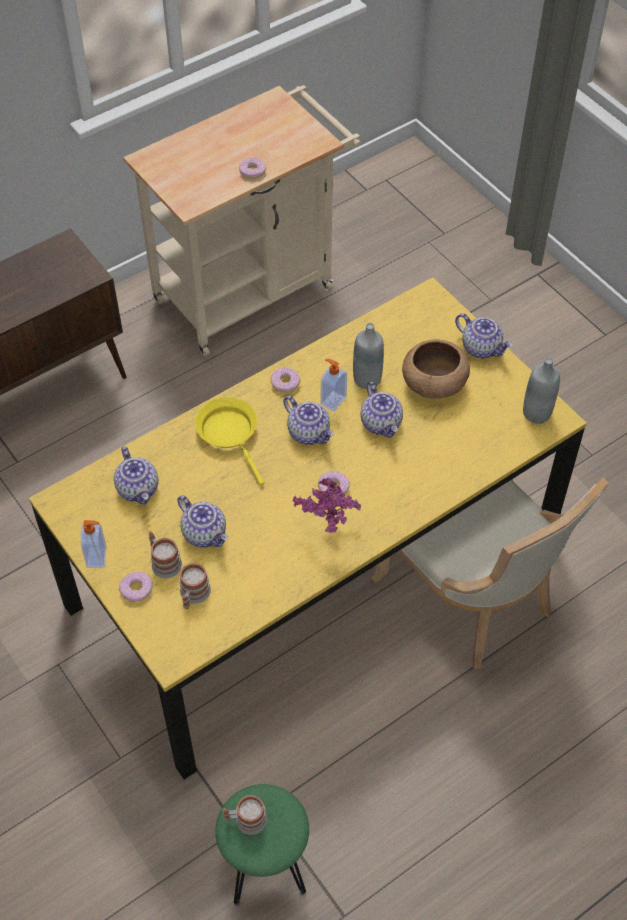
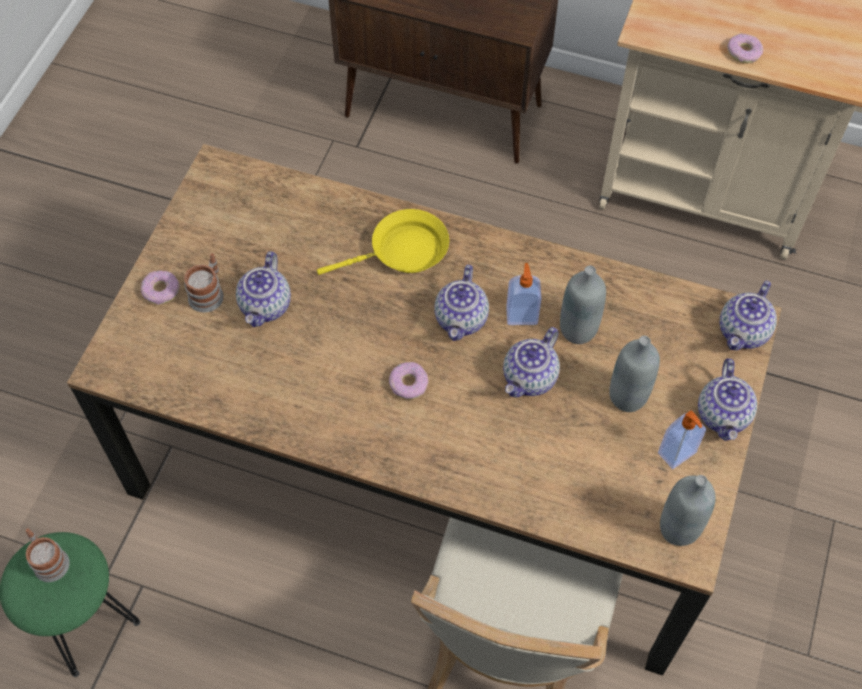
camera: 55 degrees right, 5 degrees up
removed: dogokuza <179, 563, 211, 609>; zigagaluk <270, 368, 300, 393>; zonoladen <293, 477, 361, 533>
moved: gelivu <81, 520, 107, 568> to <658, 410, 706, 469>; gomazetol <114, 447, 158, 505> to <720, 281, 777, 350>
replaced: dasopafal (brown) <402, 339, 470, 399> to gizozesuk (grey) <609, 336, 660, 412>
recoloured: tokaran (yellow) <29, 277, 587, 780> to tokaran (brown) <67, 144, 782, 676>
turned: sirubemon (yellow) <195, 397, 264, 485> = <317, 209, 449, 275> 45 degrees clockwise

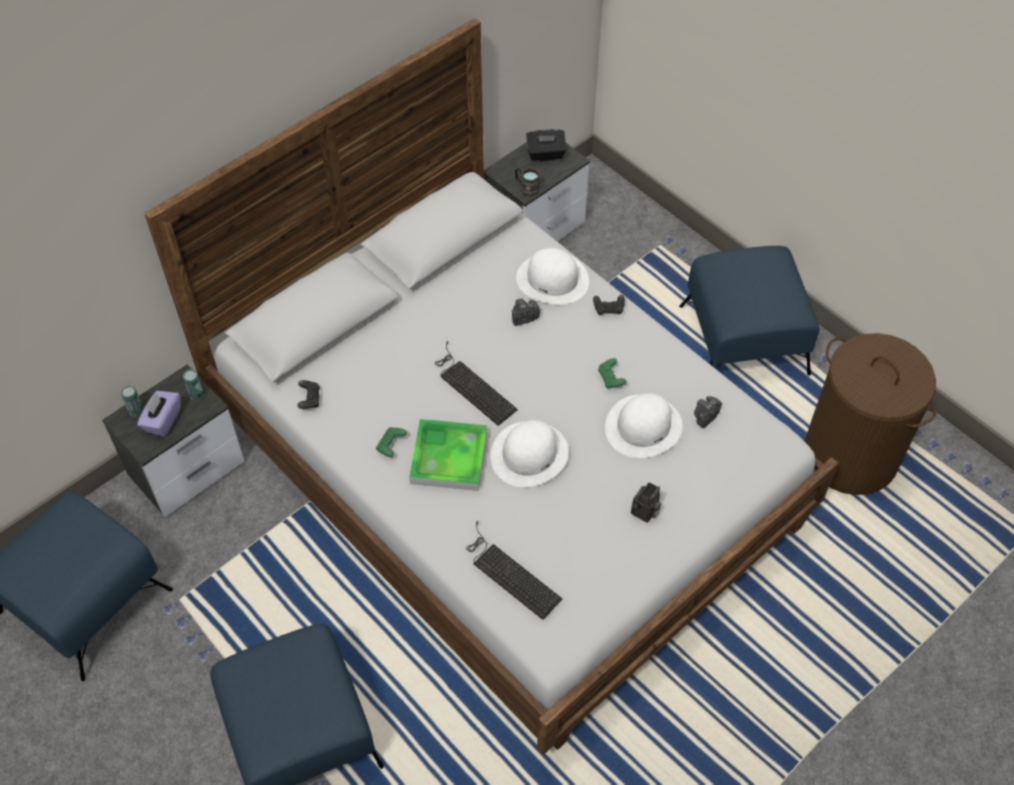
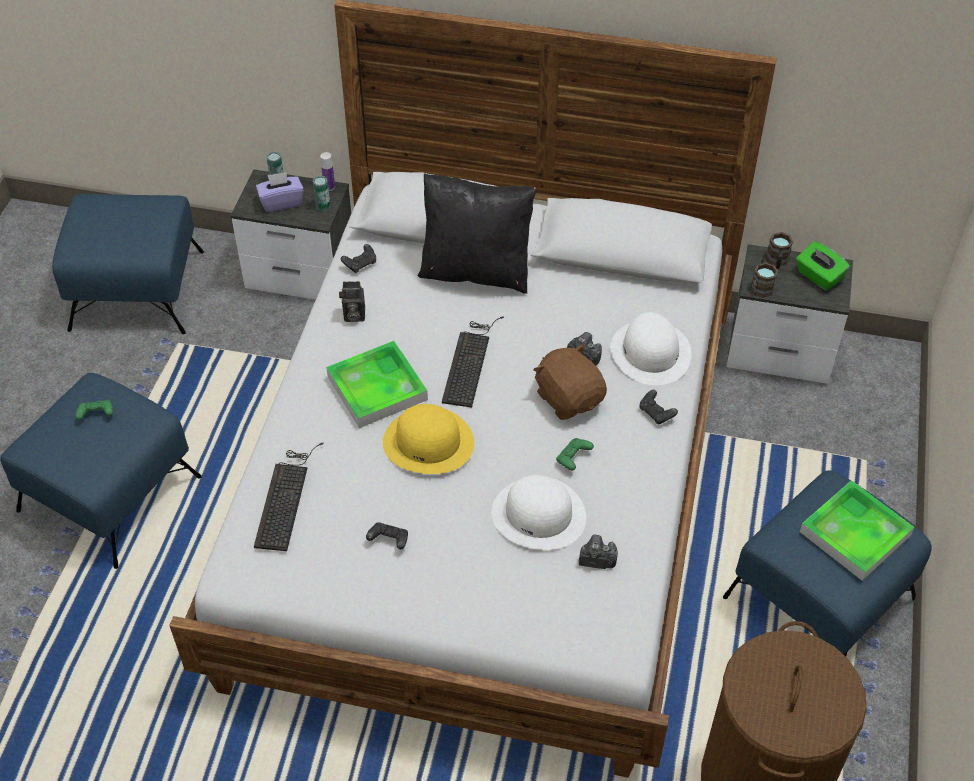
camera: 55 degrees right, 5 degrees down
added: gizozesuk <320, 152, 335, 191>; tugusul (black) <366, 522, 408, 549>; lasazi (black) <418, 173, 537, 294>; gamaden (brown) <534, 344, 607, 420>; dogokuza (brown) <766, 232, 793, 269>; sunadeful <800, 480, 914, 581>
moved: tugusul (green) <376, 427, 407, 457> to <76, 400, 113, 420>; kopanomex <631, 482, 661, 523> to <339, 281, 365, 322>
recoloured: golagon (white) <490, 420, 569, 487> to golagon (yellow) <383, 404, 474, 474>; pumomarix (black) <526, 129, 566, 161> to pumomarix (green) <796, 241, 850, 291>

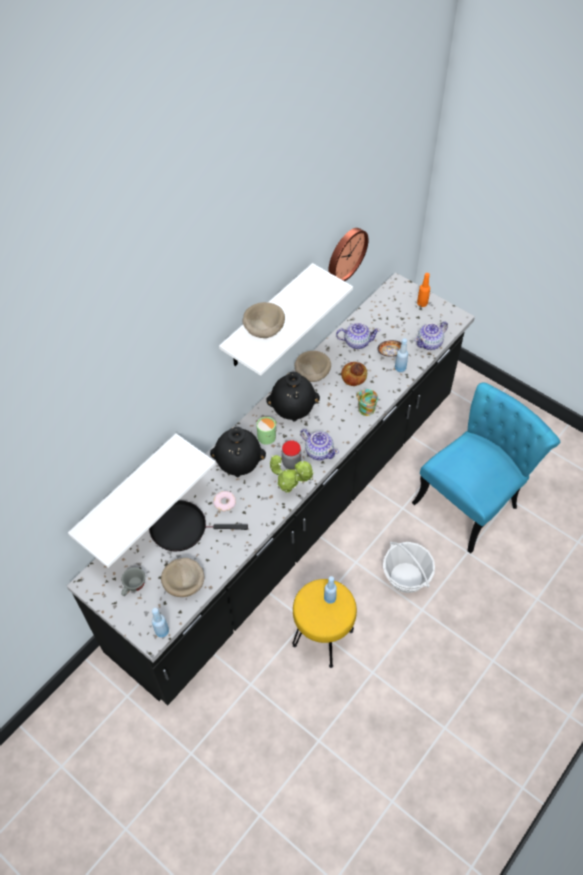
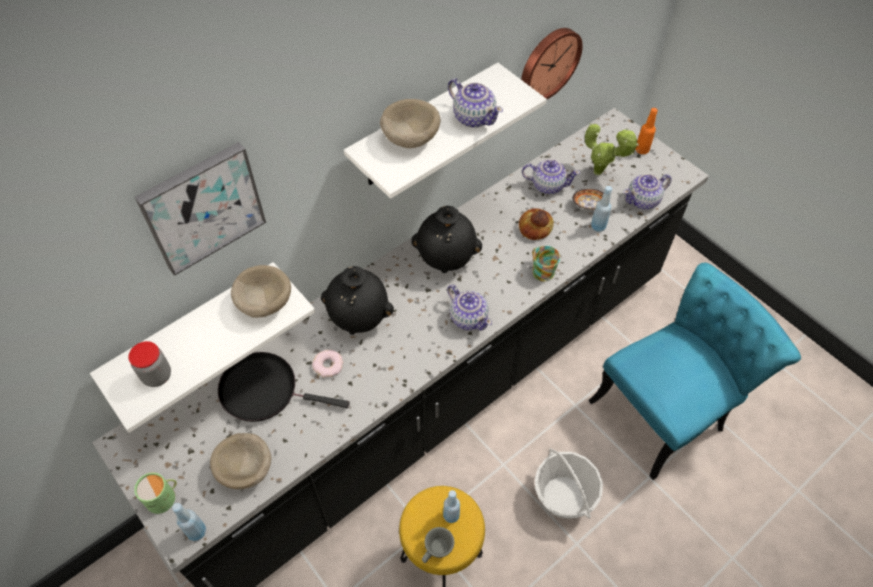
camera: 10 degrees right, 0 degrees up
added: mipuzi <135, 142, 266, 276>; gomazetol <448, 78, 503, 128>
moved: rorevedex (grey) <121, 567, 145, 596> to <422, 527, 454, 563>; dogokuza (green) <257, 417, 277, 445> to <134, 472, 177, 514>; zonoladen <270, 455, 314, 493> to <585, 123, 639, 175>; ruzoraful <282, 440, 301, 469> to <128, 341, 171, 387>; dasopafal (beige) <294, 351, 331, 382> to <231, 265, 291, 318>

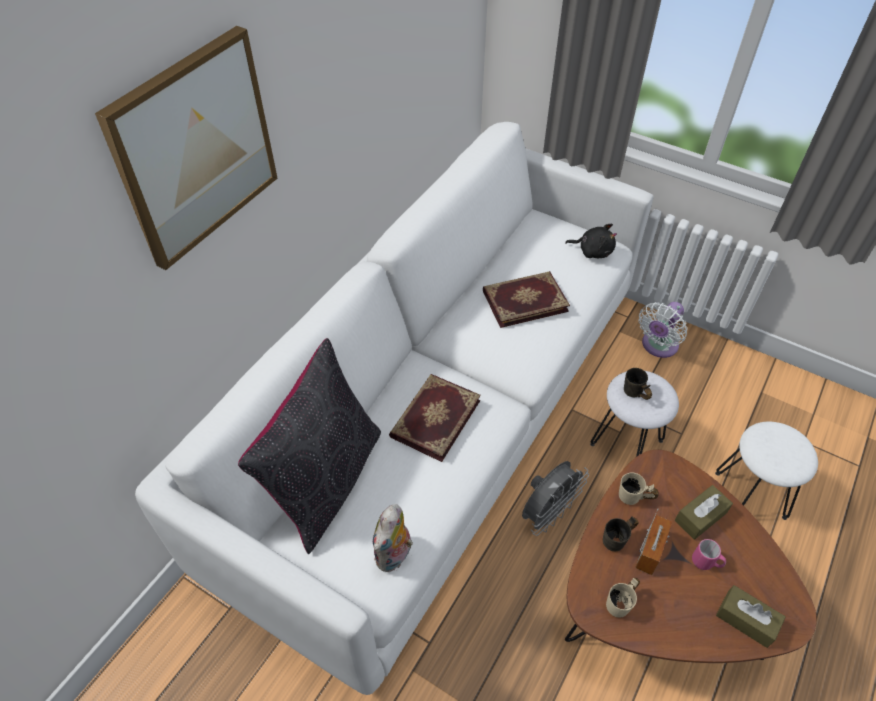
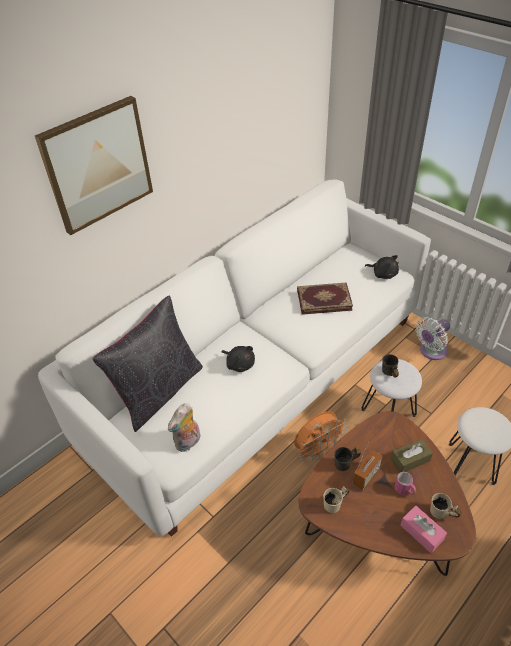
camera: 15 degrees right, 5 degrees down
moved: dogokuza (beige) <619, 473, 659, 505> to <430, 493, 461, 519>
replaced: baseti <389, 374, 481, 462> to gamaden (black) <221, 346, 255, 372>
recoloured: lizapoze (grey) <522, 461, 589, 536> to lizapoze (orange) <294, 411, 348, 461>; pumomarix (brown) <716, 585, 786, 648> to pumomarix (pink) <401, 505, 447, 553>

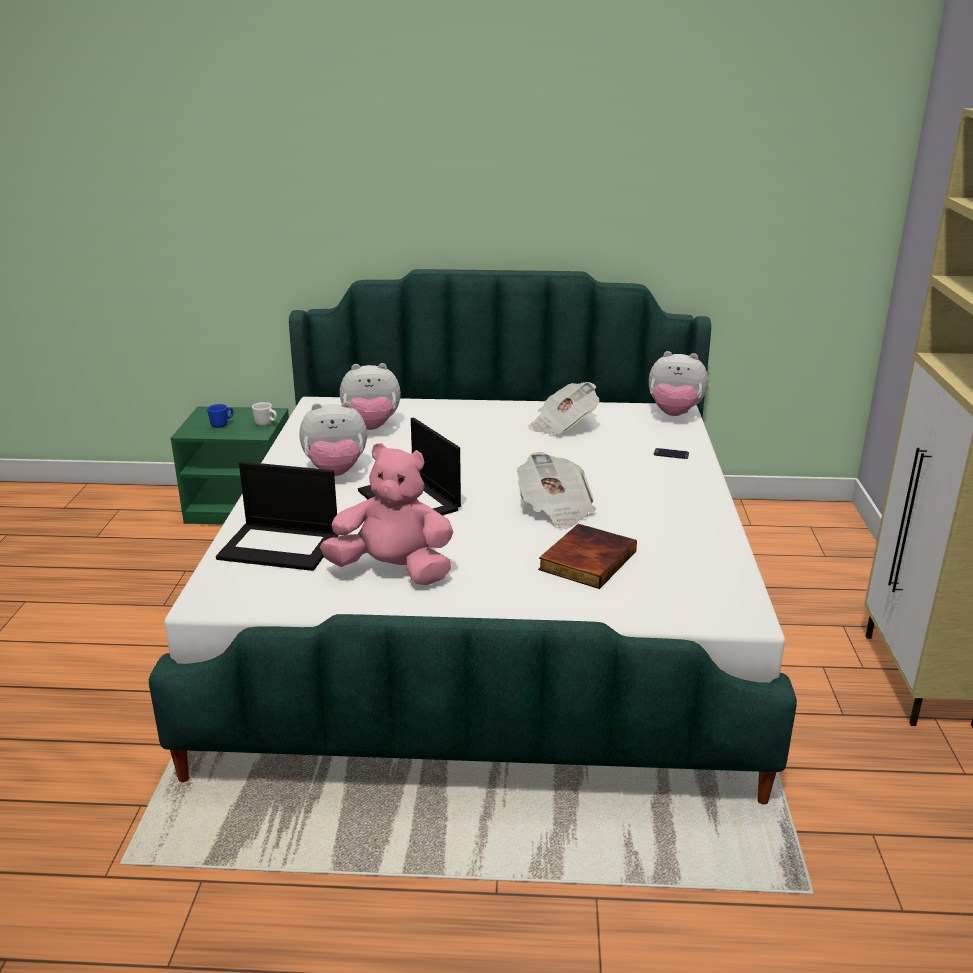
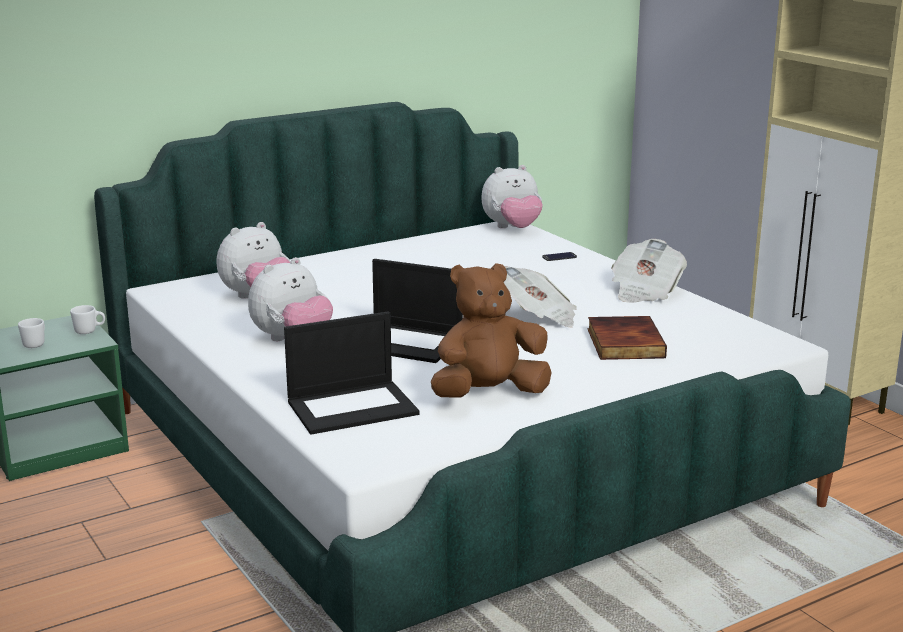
camera: 35 degrees left, 5 degrees down
moved: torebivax <528, 382, 599, 435> to <611, 239, 687, 303>
recoloured: dogokuza (blue) <207, 404, 234, 428> to dogokuza (white) <18, 318, 45, 348>; gamaden (pink) <320, 443, 453, 585> to gamaden (brown) <431, 263, 552, 397>

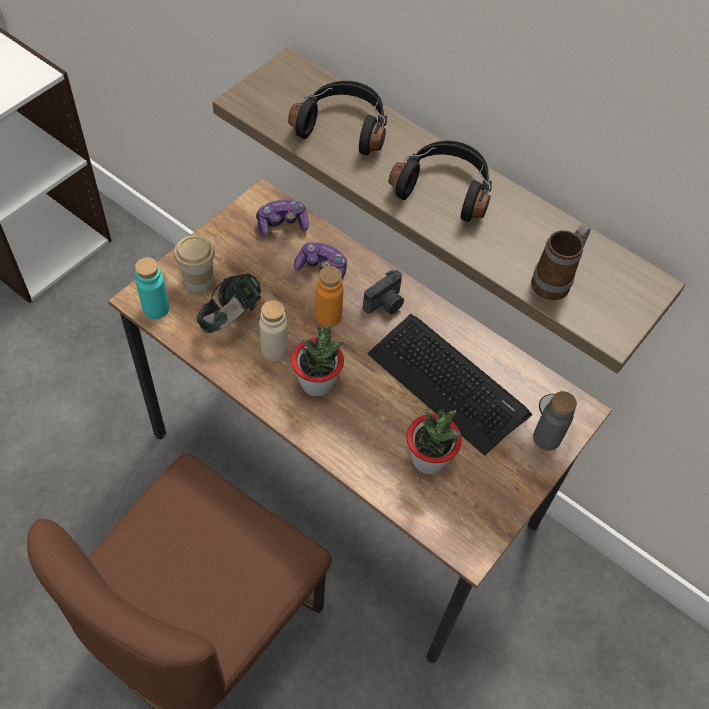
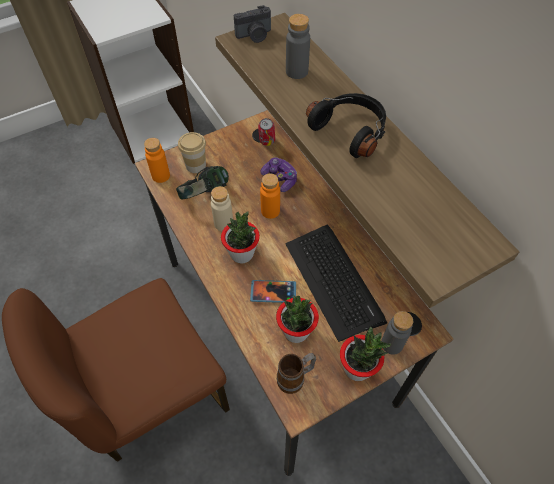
camera: 25 degrees right, 0 degrees up
added: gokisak <250, 280, 296, 303>; zonoladen <340, 327, 391, 381>
moved: kopanomex <363, 270, 404, 314> to <234, 5, 271, 43>; dogokuza <531, 223, 591, 300> to <277, 353, 316, 394>
replaced: tugusul <258, 200, 309, 237> to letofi <258, 118, 275, 146>; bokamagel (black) <288, 81, 387, 156> to gizozesuk (grey) <286, 14, 310, 79>
recoloured: gizozesuk (turquoise) <135, 257, 169, 319> to gizozesuk (orange) <144, 138, 170, 183>

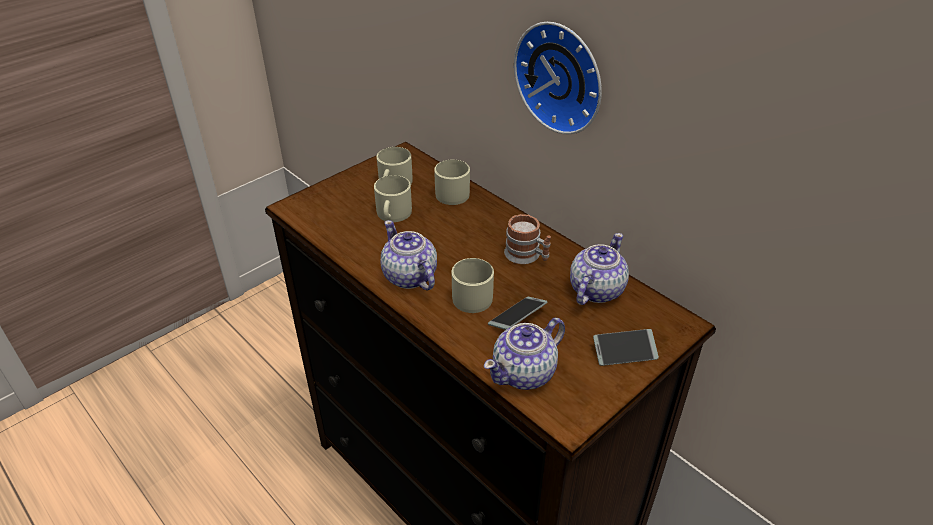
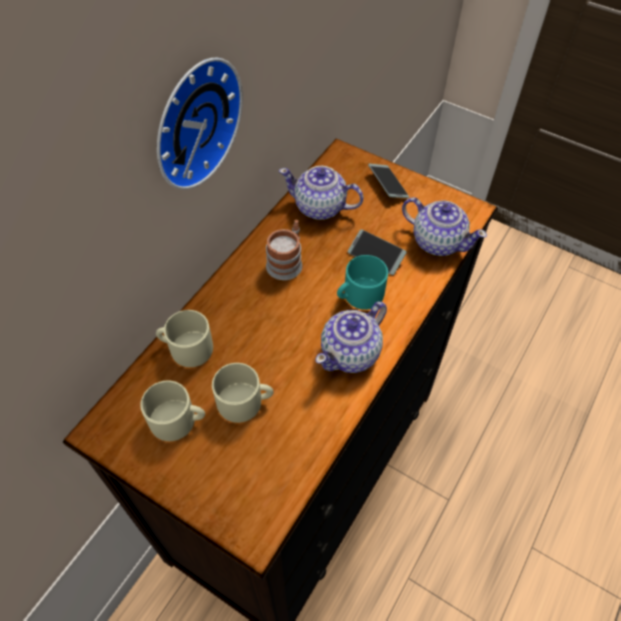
camera: 105 degrees left, 15 degrees up
recoloured: dogokuza (beige) <452, 258, 494, 313> to dogokuza (turquoise) <337, 255, 388, 310>

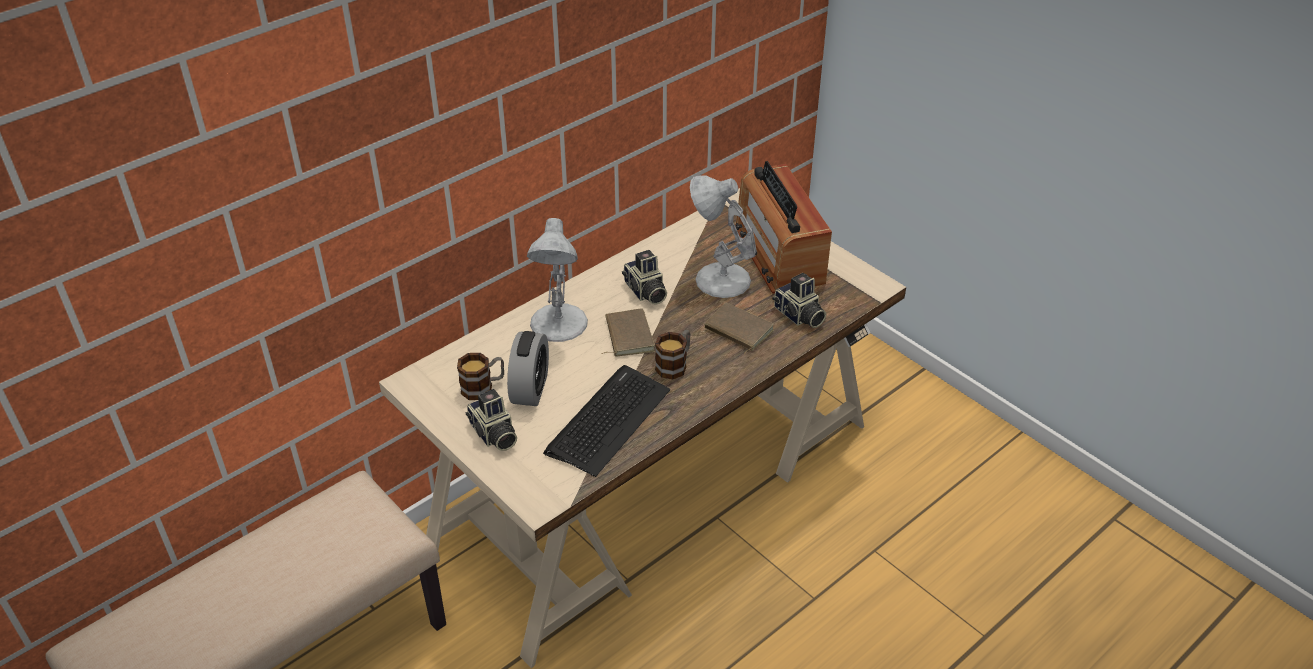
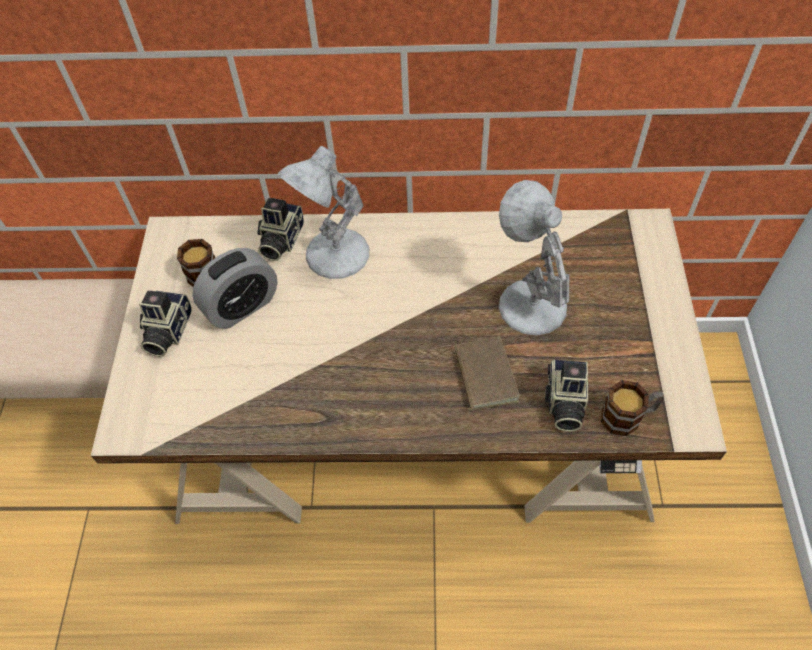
camera: 45 degrees right, 15 degrees up
removed: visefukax <543, 365, 670, 477>; baseti (brown) <602, 308, 655, 357>; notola <735, 161, 832, 294>
moved: kopanomex <622, 250, 667, 305> to <257, 198, 304, 261>; dogokuza <655, 330, 691, 379> to <601, 380, 664, 436>

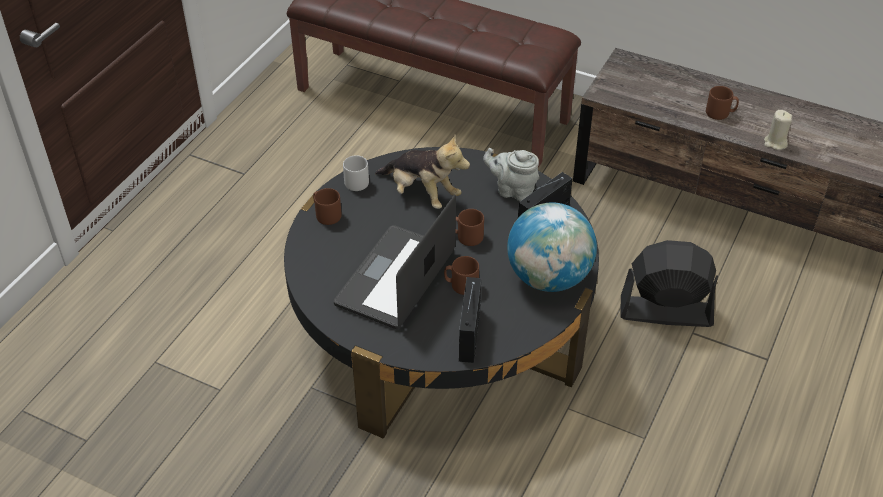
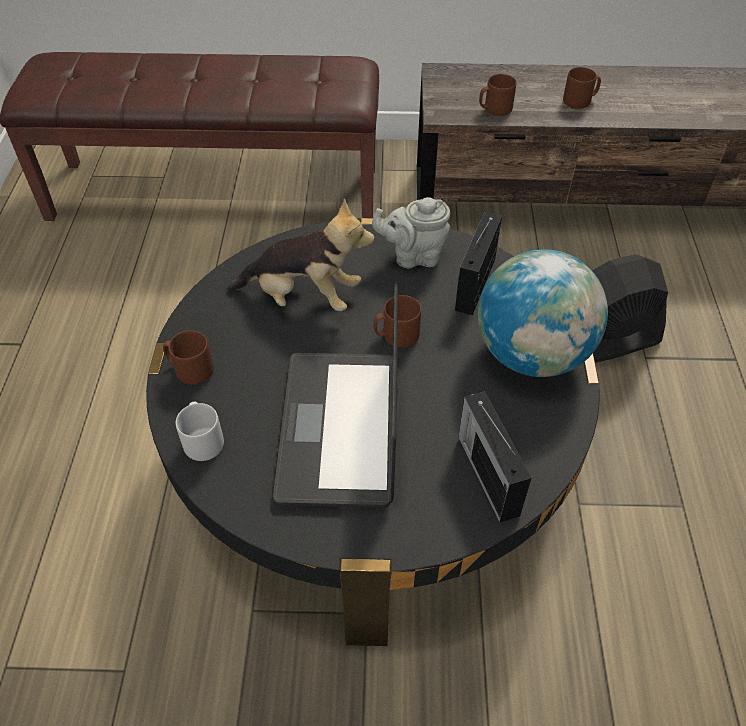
camera: 25 degrees left, 5 degrees up
removed: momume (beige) <764, 110, 792, 150>
moved: dogokuza (grey) <343, 156, 369, 191> to <176, 402, 224, 461>; dogokuza (brown) <444, 256, 479, 295> to <479, 74, 516, 116>

